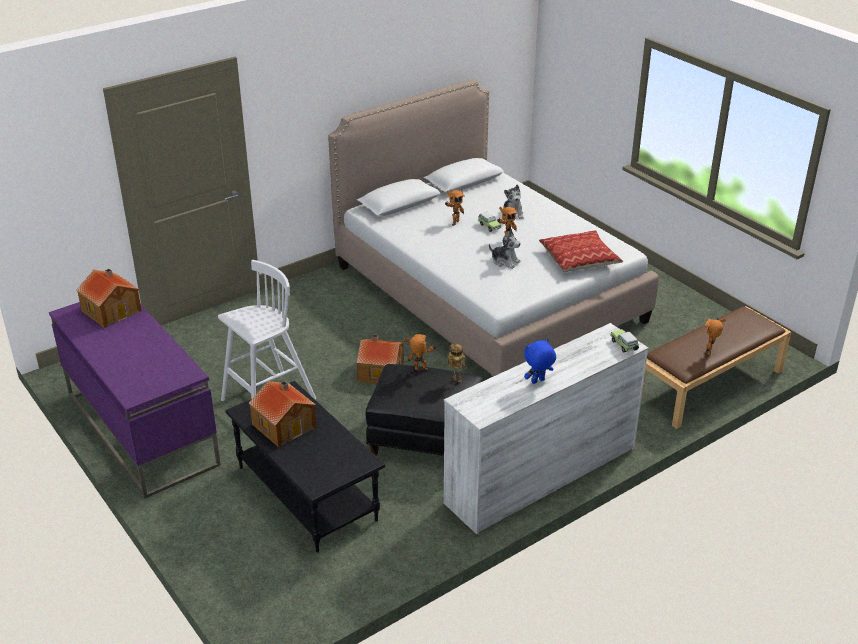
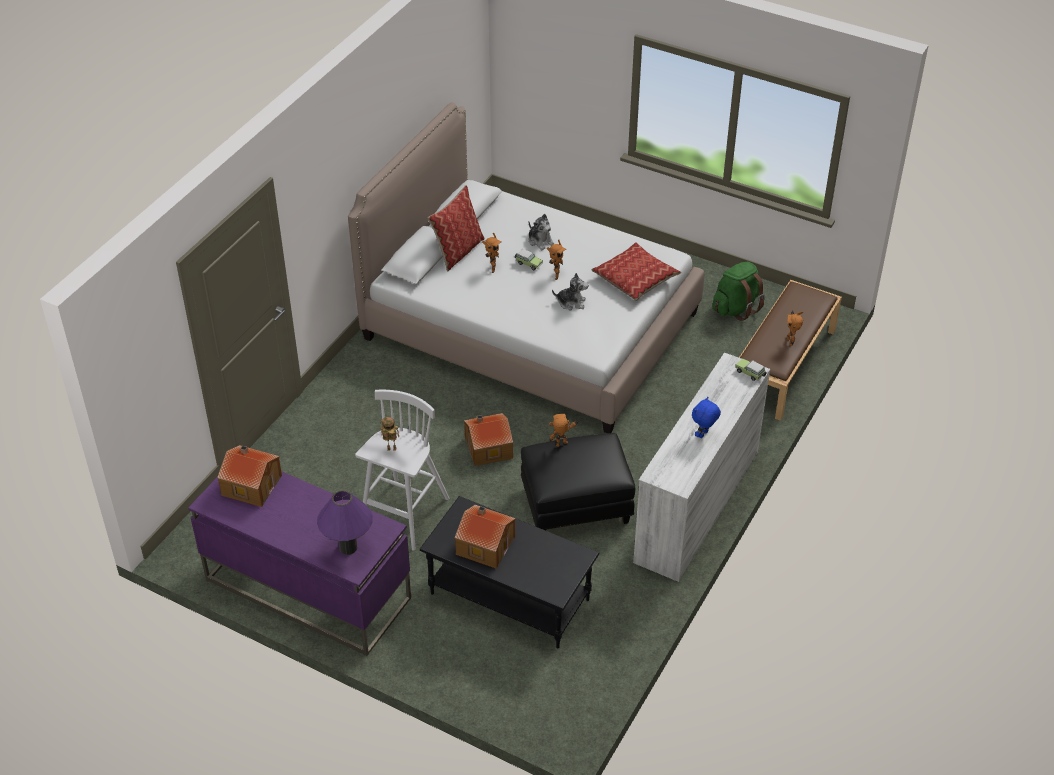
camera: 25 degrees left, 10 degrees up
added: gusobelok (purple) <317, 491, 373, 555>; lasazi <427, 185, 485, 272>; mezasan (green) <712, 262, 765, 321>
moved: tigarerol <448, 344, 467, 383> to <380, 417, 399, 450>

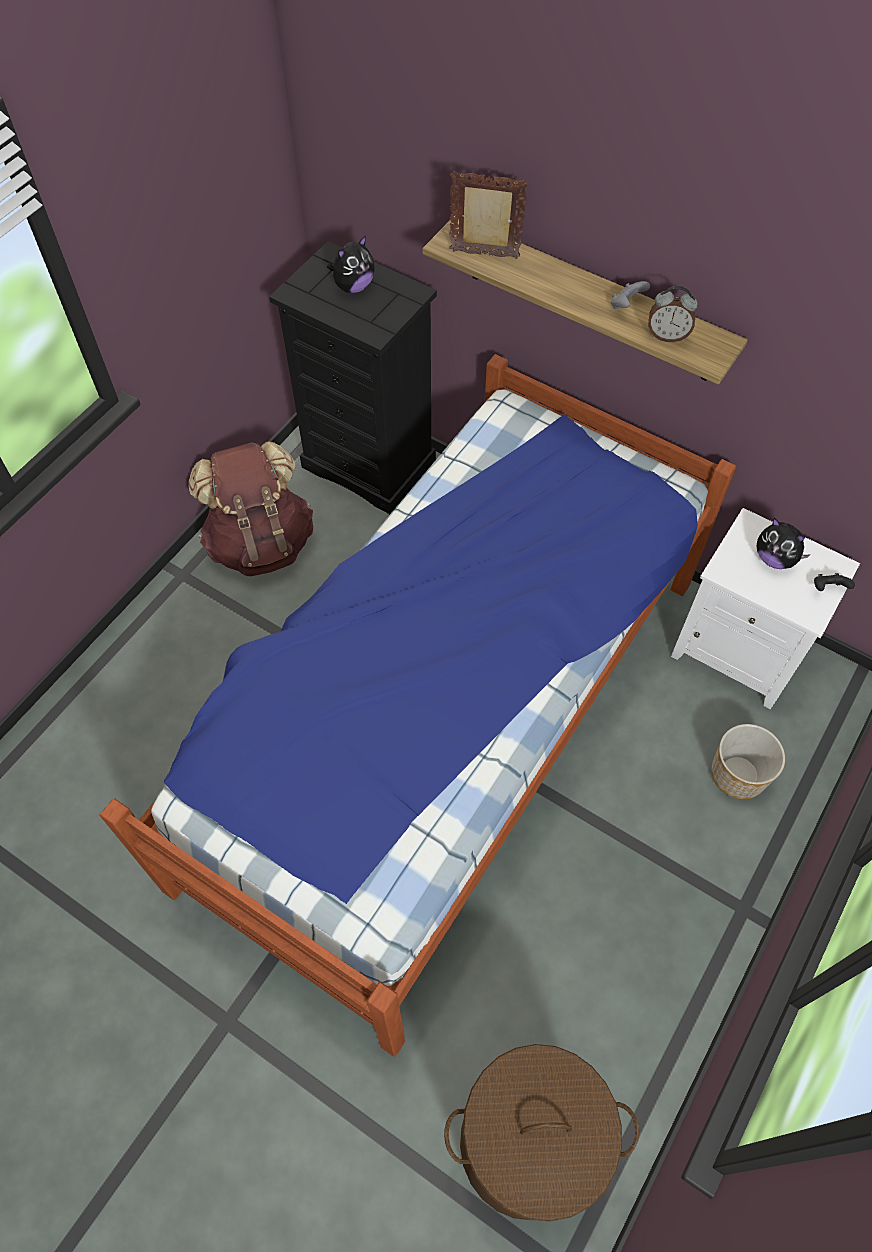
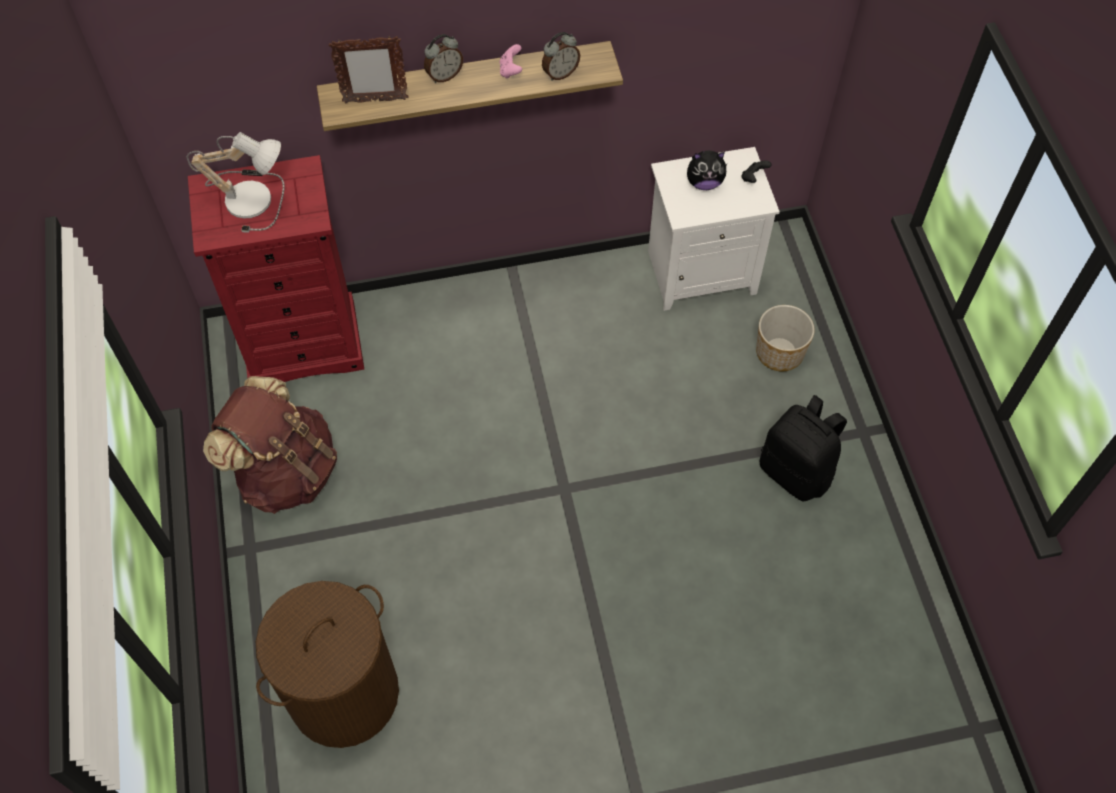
camera: 45 degrees left, 0 degrees up
removed: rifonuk <100, 354, 736, 1057>
added: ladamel <424, 34, 463, 83>; mezasan (black) <760, 395, 847, 502>
moved: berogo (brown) <444, 1044, 639, 1222> to <256, 581, 399, 748>
replaced: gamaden <327, 235, 374, 293> to gusobelok <186, 132, 285, 233>
recoloured: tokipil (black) <269, 241, 437, 514> to tokipil (red) <188, 155, 365, 382>; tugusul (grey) <611, 281, 650, 309> to tugusul (pink) <500, 44, 522, 79>
turned: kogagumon <449, 171, 528, 259> = <329, 36, 409, 104> 150 degrees counterclockwise

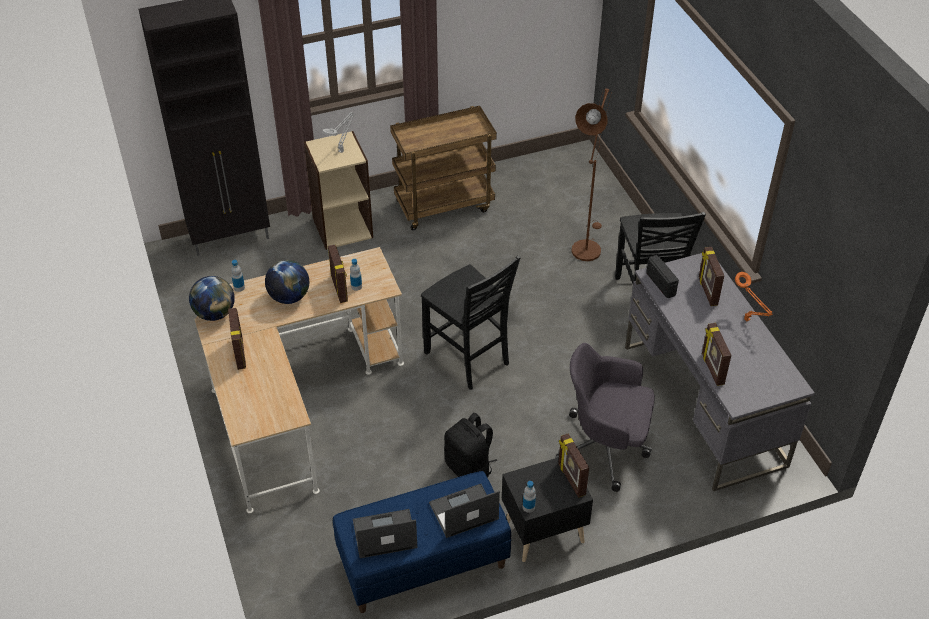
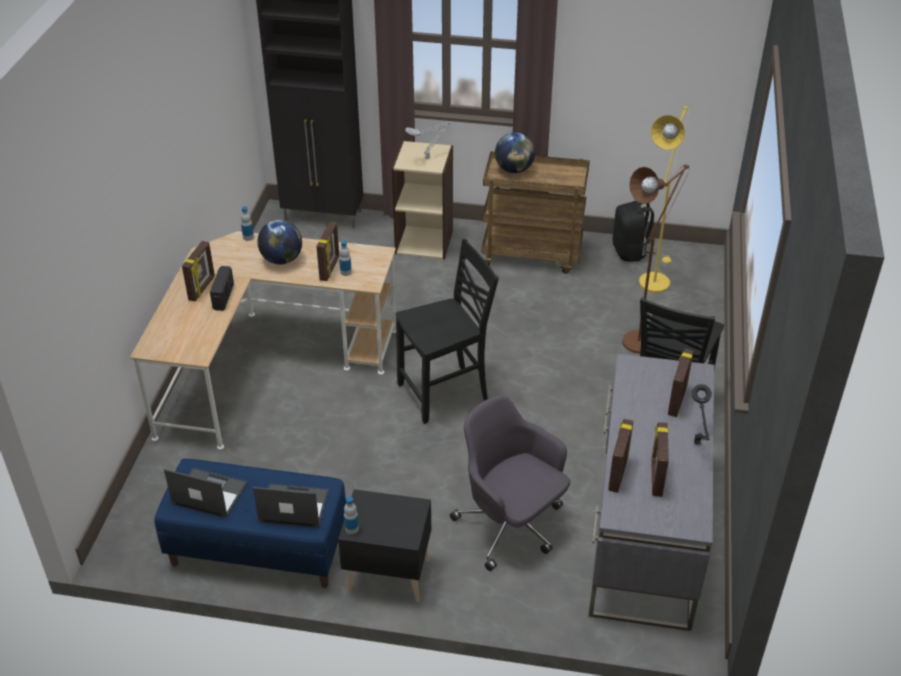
camera: 30 degrees right, 5 degrees down
added: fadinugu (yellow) <639, 106, 690, 293>
moved: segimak <189, 276, 235, 321> to <495, 132, 535, 173>; mezasan (black) <444, 413, 497, 478> to <612, 201, 655, 262>; kogagumon <558, 434, 589, 497> to <651, 422, 669, 497>; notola <646, 255, 679, 298> to <210, 266, 234, 311>
recoloured: gusobelok (orange) <735, 272, 773, 322> to gusobelok (black) <692, 384, 712, 445>
turned: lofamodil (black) <421, 255, 521, 390> = <396, 239, 499, 424> 105 degrees counterclockwise

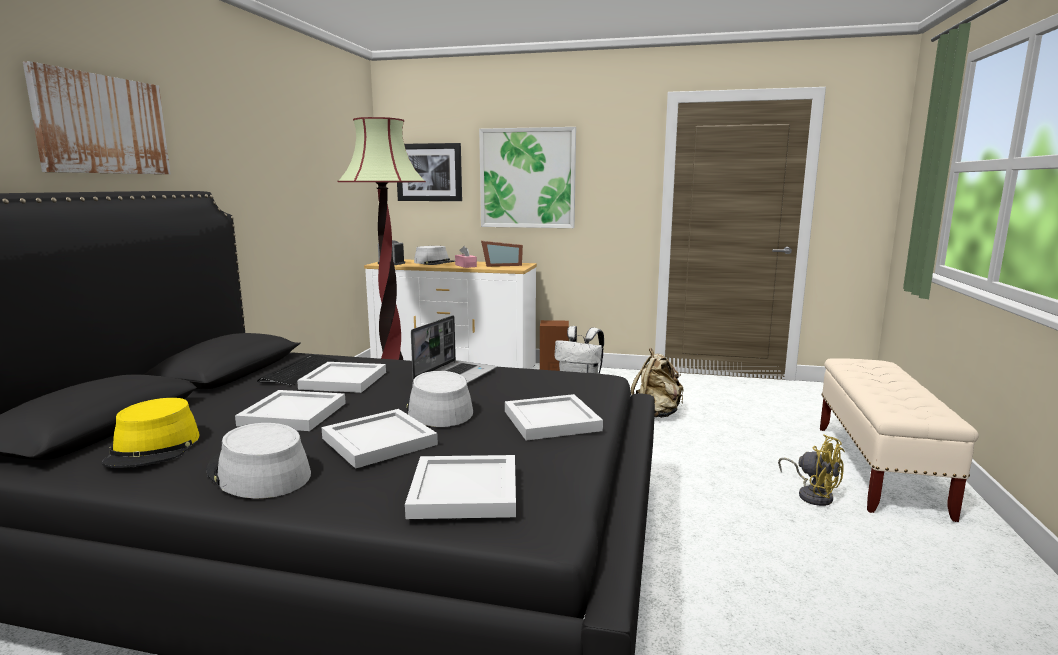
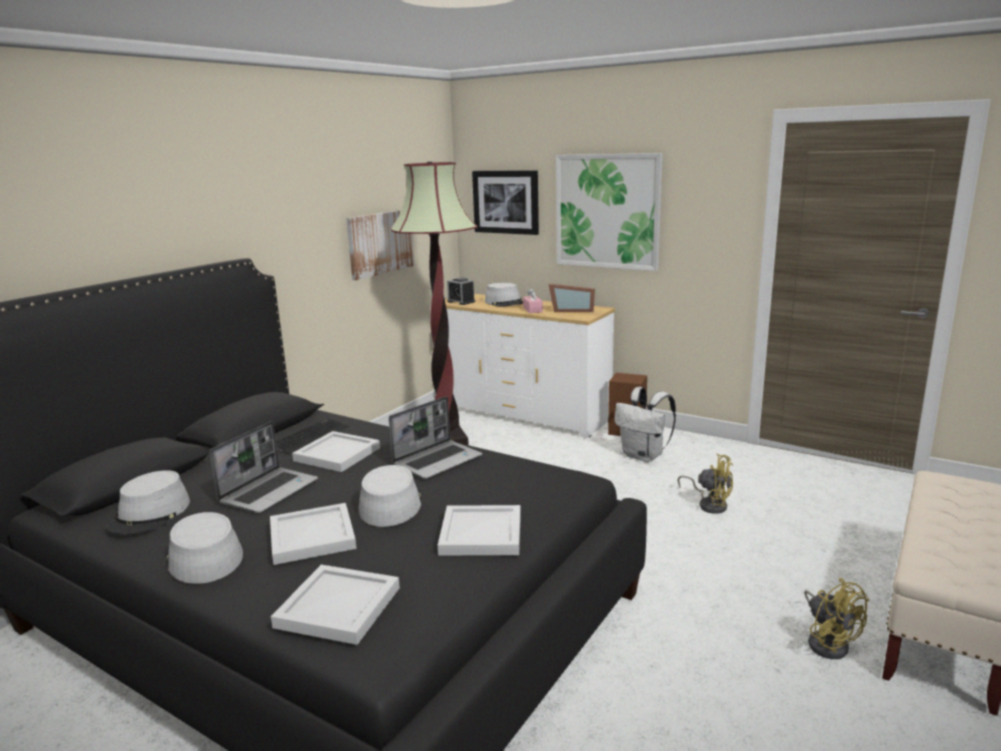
camera: 20 degrees right, 5 degrees up
moved: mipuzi <23, 61, 170, 174> to <346, 210, 414, 280>
replaced: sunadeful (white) <235, 390, 346, 431> to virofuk <210, 421, 318, 513>; mezasan (beige) <631, 348, 683, 418> to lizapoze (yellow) <677, 454, 733, 514>
recoloured: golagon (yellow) <102, 398, 200, 468> to golagon (grey) <106, 470, 190, 535>

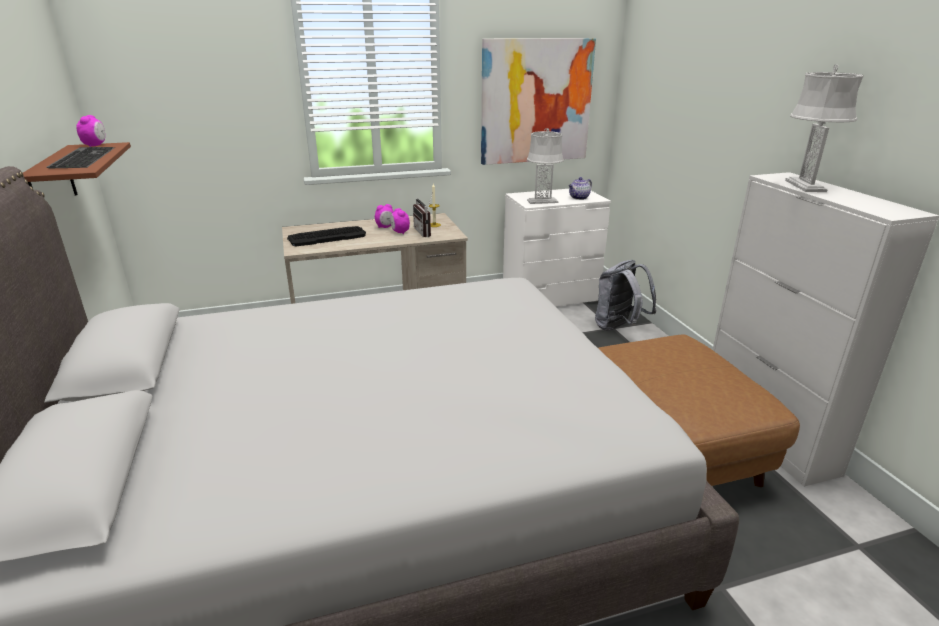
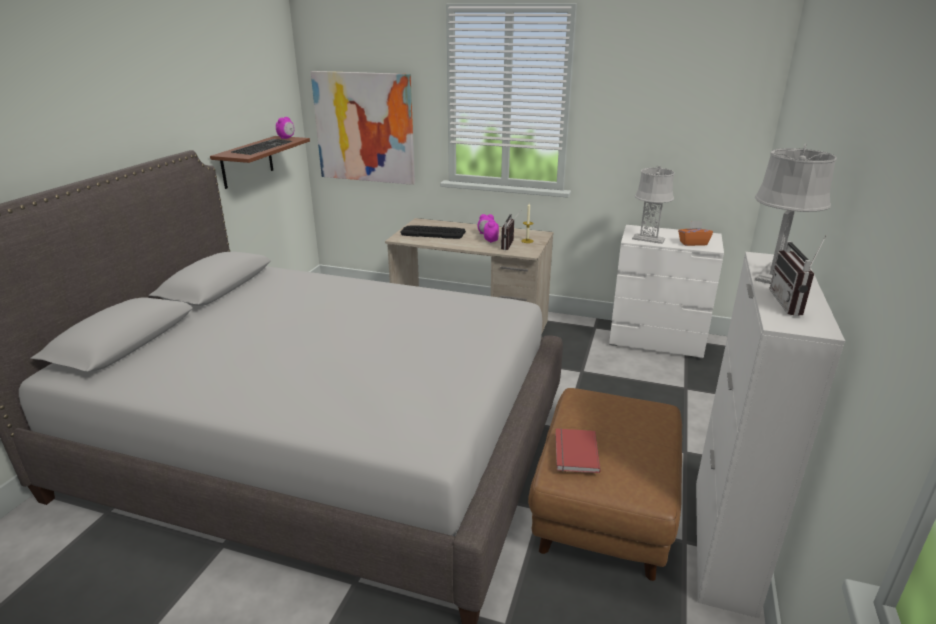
camera: 35 degrees right, 0 degrees up
removed: mezasan (grey) <595, 260, 657, 331>
added: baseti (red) <555, 428, 601, 473>; notola <769, 235, 827, 316>
moved: mipuzi <481, 38, 596, 165> to <311, 71, 415, 185>
replaced: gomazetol <568, 177, 592, 200> to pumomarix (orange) <678, 221, 713, 246>

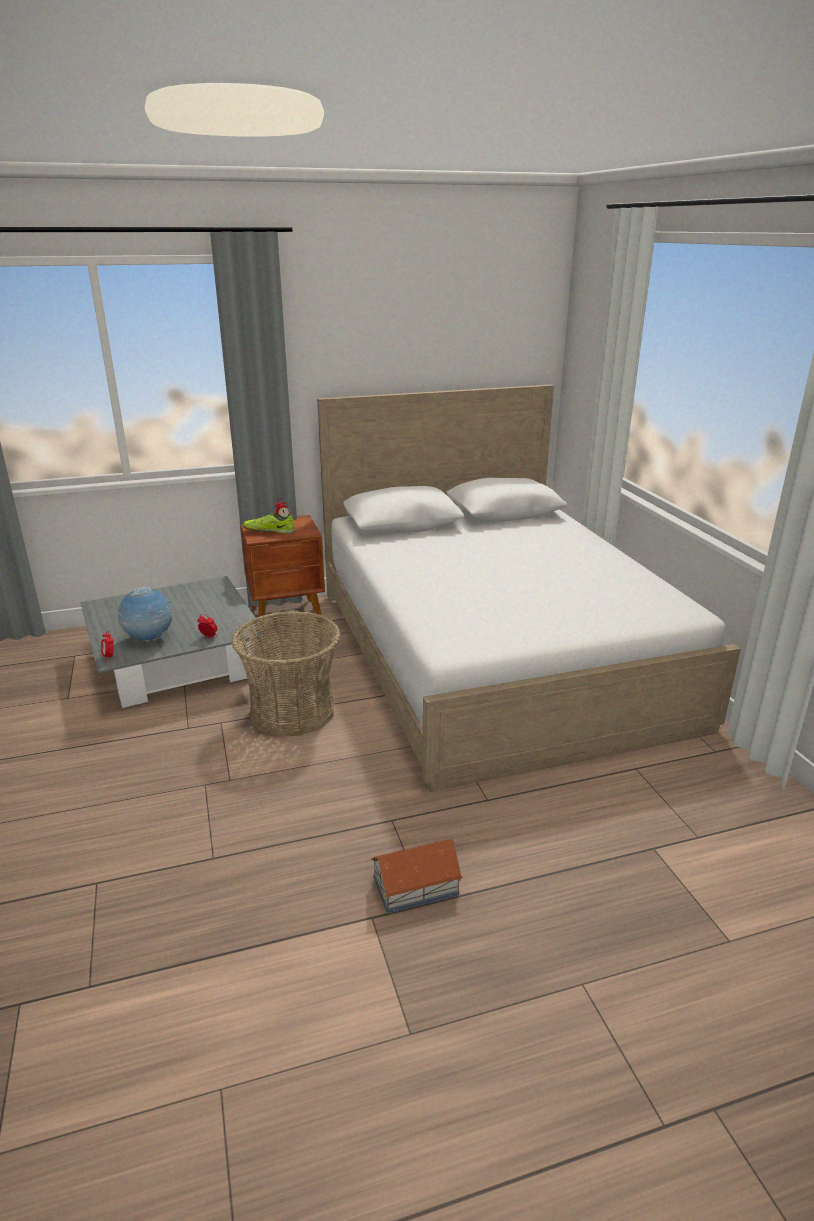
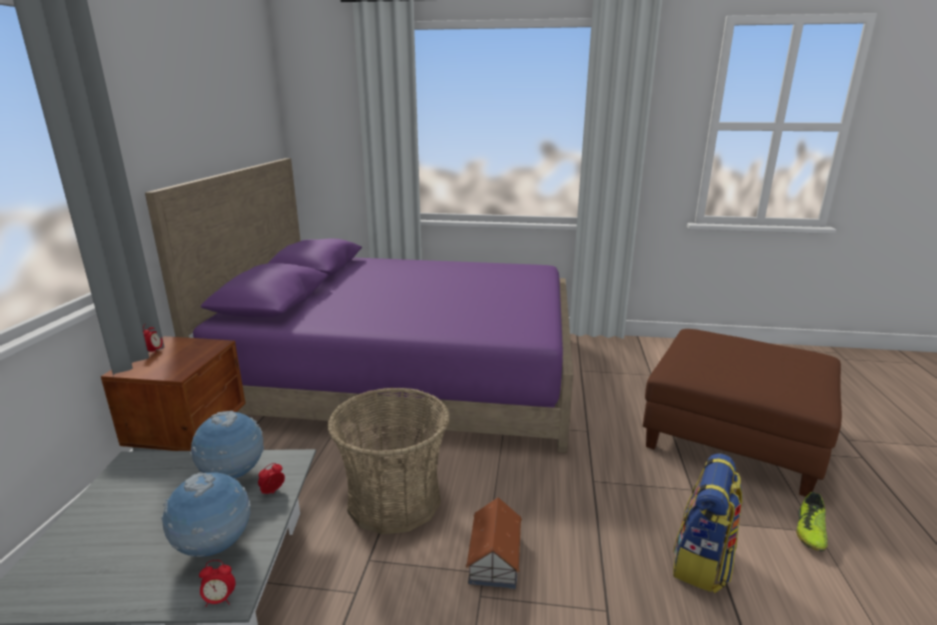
camera: 65 degrees left, 5 degrees down
added: segimak <190, 411, 264, 479>; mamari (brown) <643, 329, 842, 497>; mezasan <673, 453, 743, 593>
moved: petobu <243, 513, 295, 534> to <796, 492, 828, 551>; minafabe <371, 840, 463, 914> to <466, 497, 522, 589>
recoloured: rifonuk (white) <317, 384, 741, 792> to rifonuk (purple) <145, 158, 573, 453>

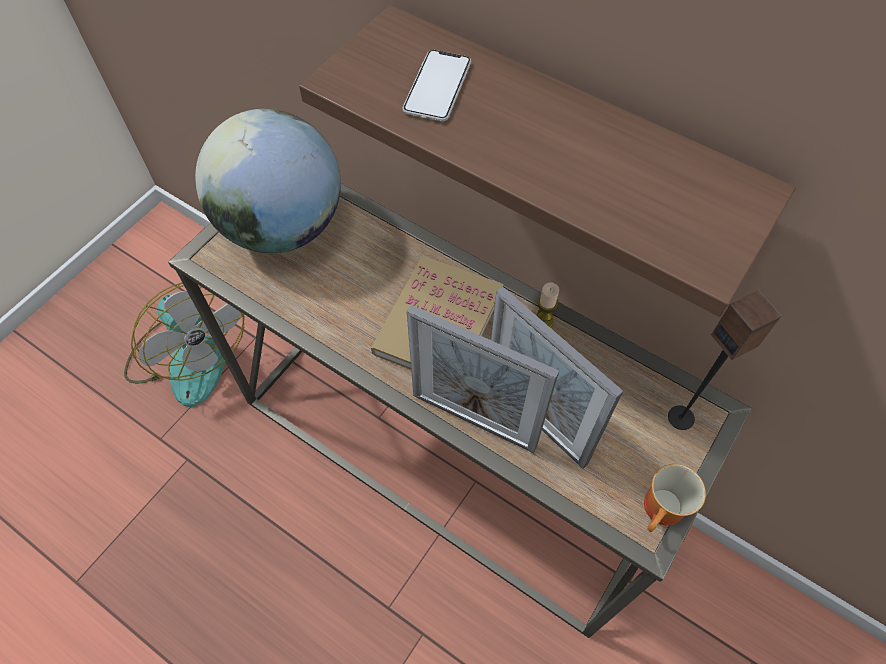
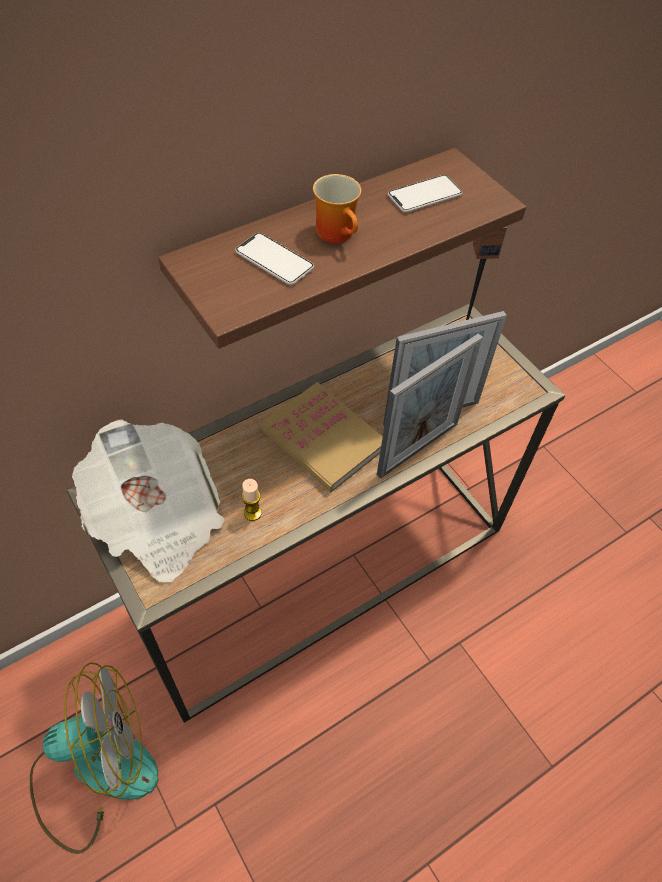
camera: 70 degrees left, 5 degrees down
added: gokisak <388, 175, 463, 212>
moved: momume <536, 282, 559, 328> to <242, 479, 262, 521>; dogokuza <644, 464, 706, 532> to <313, 174, 361, 243>
replaced: segimak <195, 109, 341, 253> to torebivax <72, 419, 225, 583>

